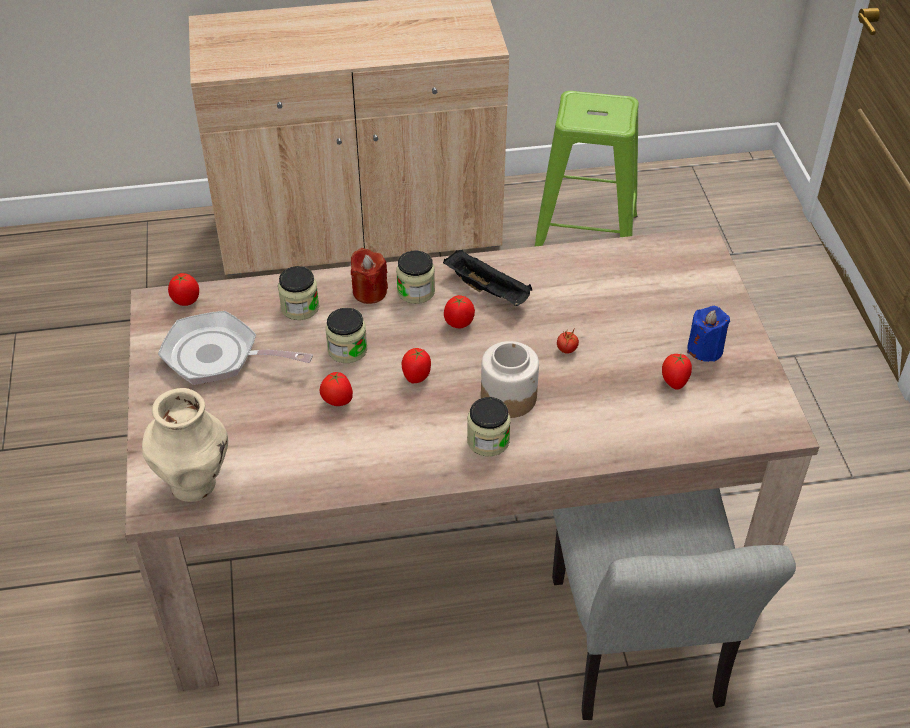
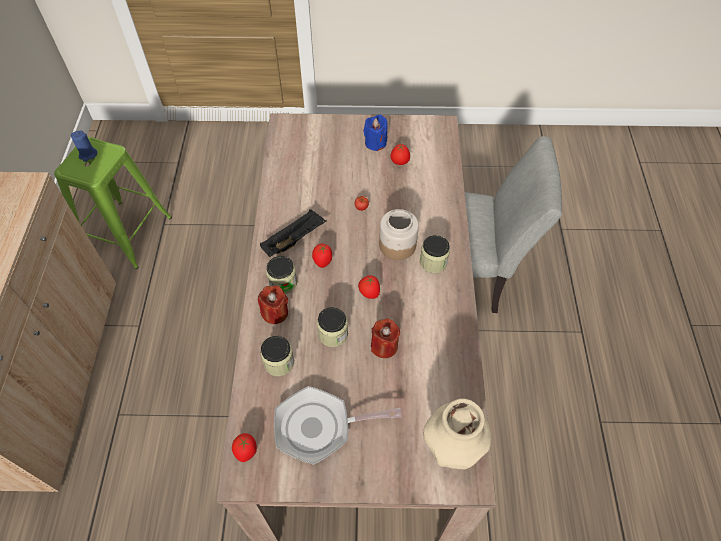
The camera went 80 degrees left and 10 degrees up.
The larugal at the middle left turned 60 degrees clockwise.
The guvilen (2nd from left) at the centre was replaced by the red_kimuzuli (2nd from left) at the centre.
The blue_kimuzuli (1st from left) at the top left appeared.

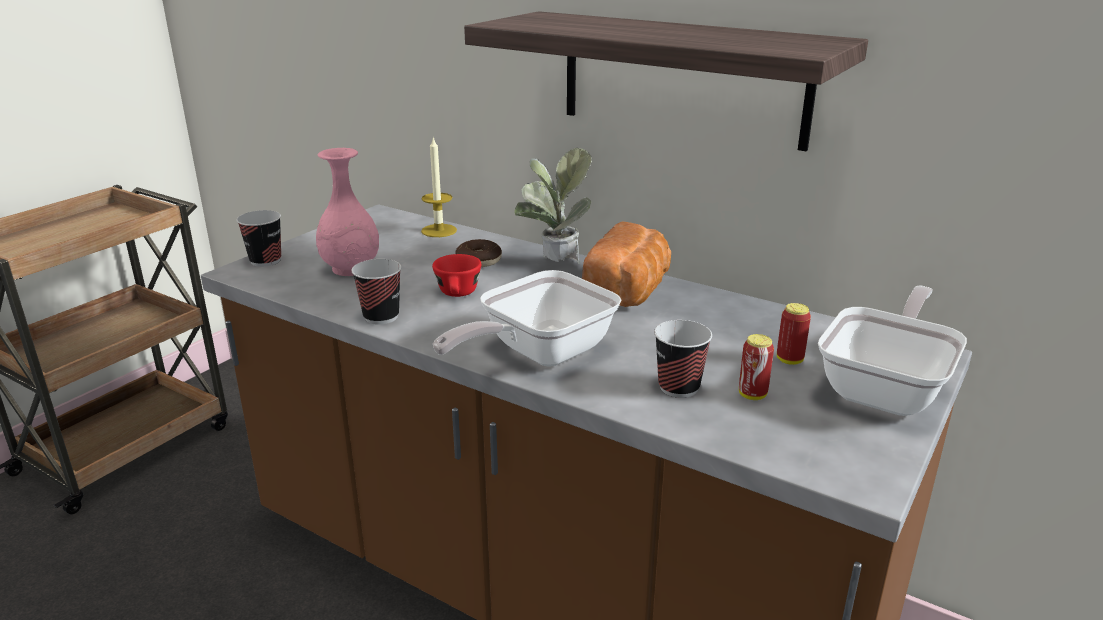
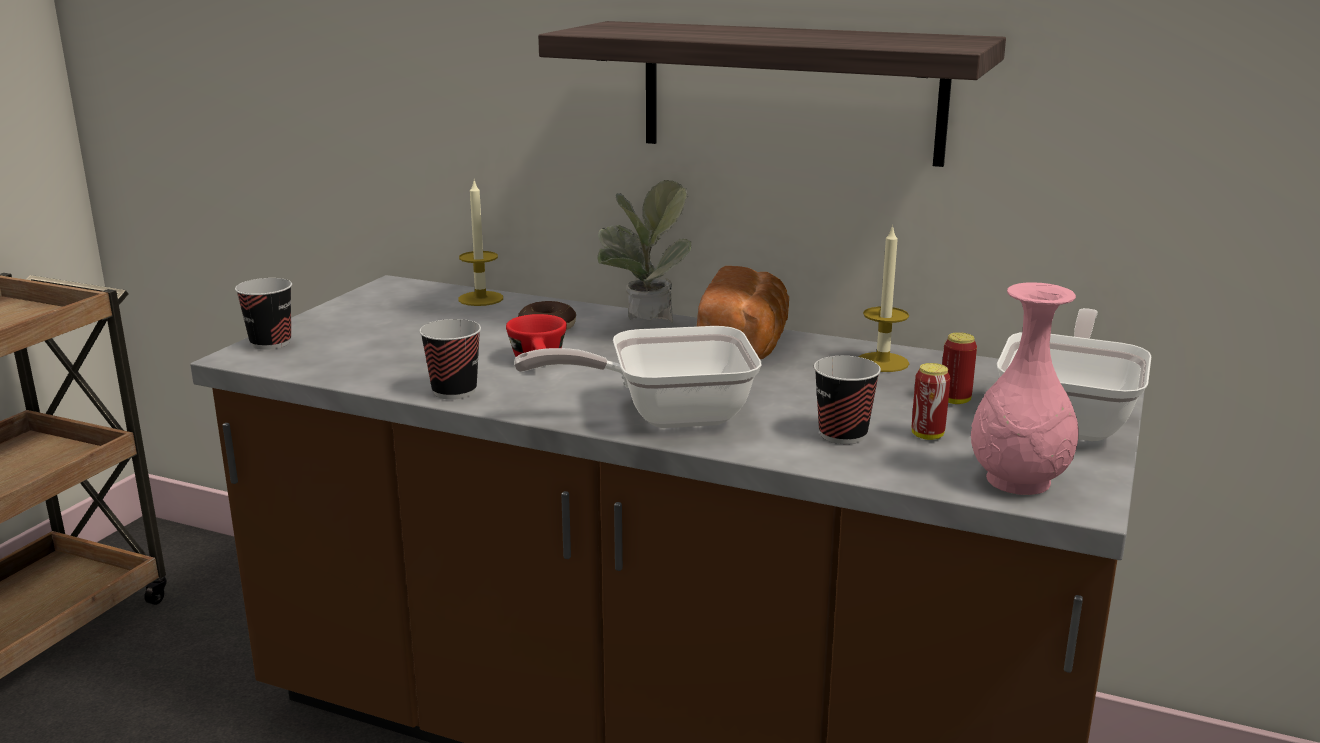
The camera went 10 degrees left and 5 degrees down.
The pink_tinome moved from the middle left to the middle right.
The larugal (1st from left) at the centre turned 45 degrees clockwise.
The kimuzuli (2nd from left) at the middle right appeared.

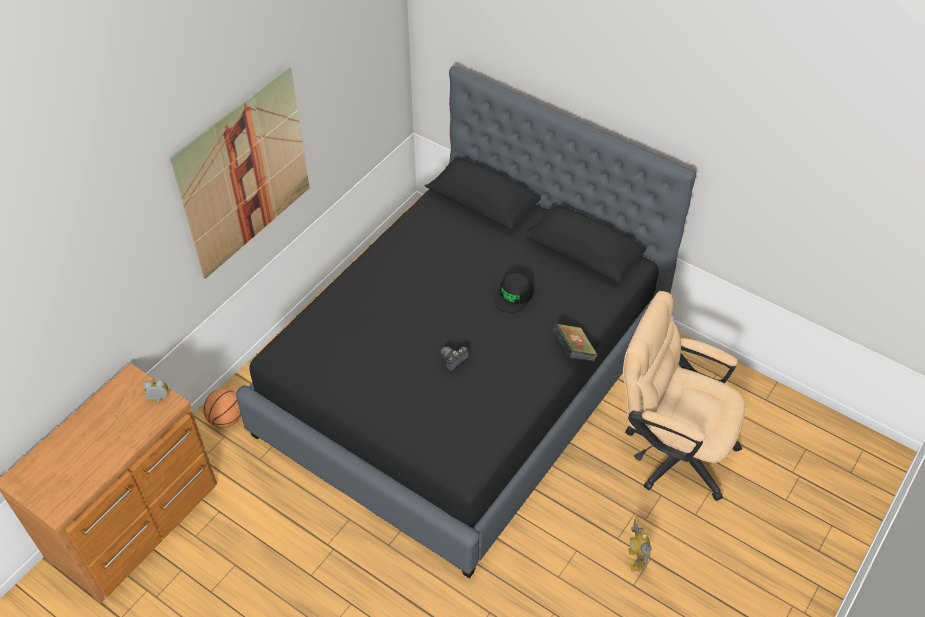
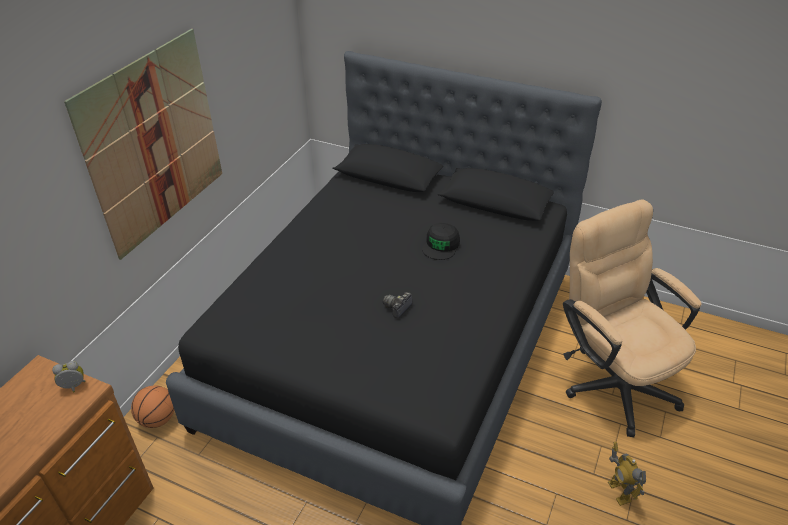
The camera went 10 degrees left and 10 degrees down.
The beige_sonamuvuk at the middle right turned 45 degrees clockwise.
The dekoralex at the centre disappeared.

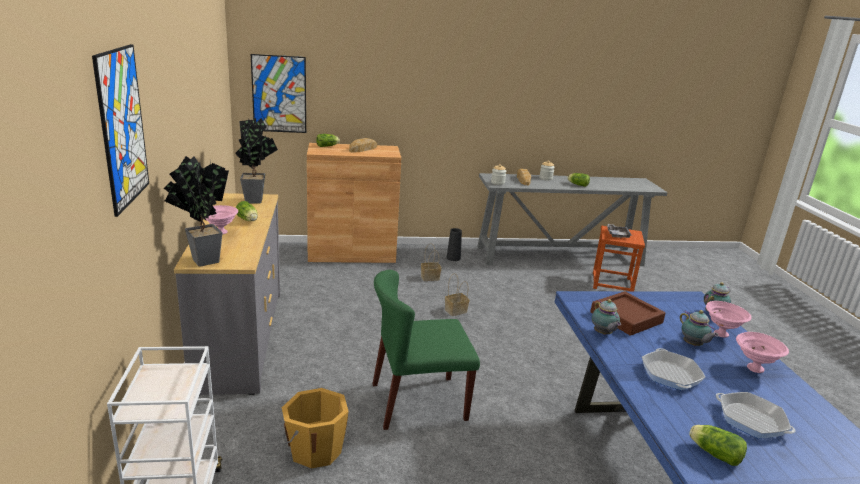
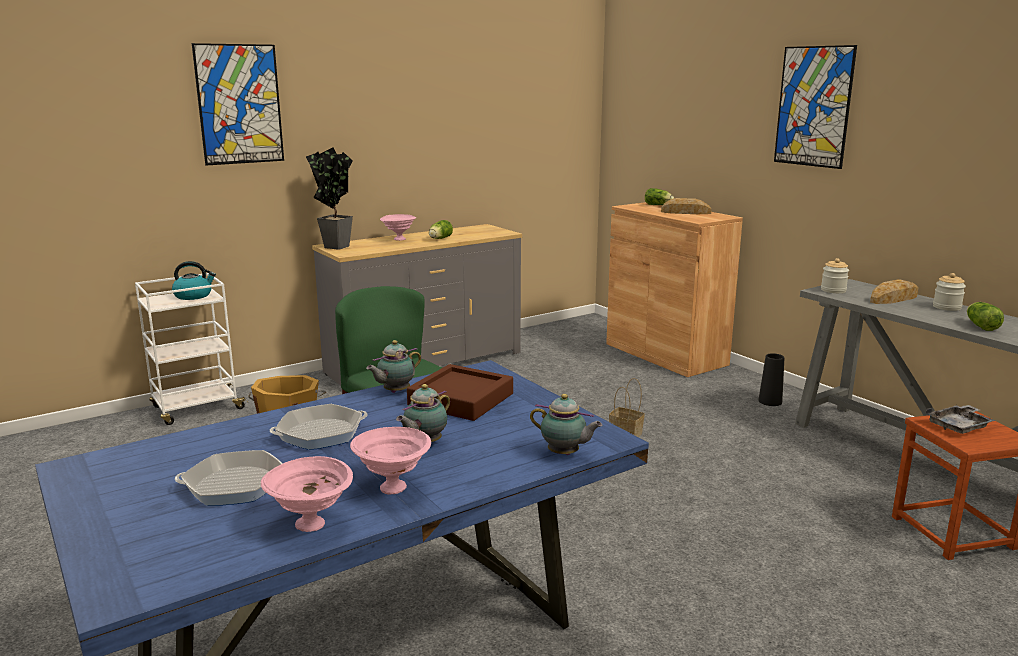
The camera went 65 degrees right and 5 degrees down.
The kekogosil (2nd from left) moved from the top left to the top right.
The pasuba (2nd from left) at the top left disappeared.
The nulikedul (1st from left) at the centre disappeared.
The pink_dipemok (2nd from left in the first image) moved from the middle right to the bottom left.
The larugal (2nd from left in the first image) at the bottom right turned 60 degrees clockwise.
The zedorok (4th from left) at the bottom right disappeared.
The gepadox at the middle left appeared.

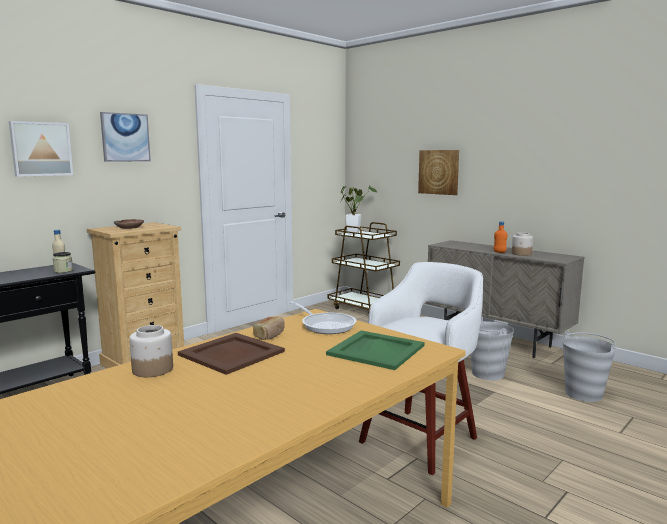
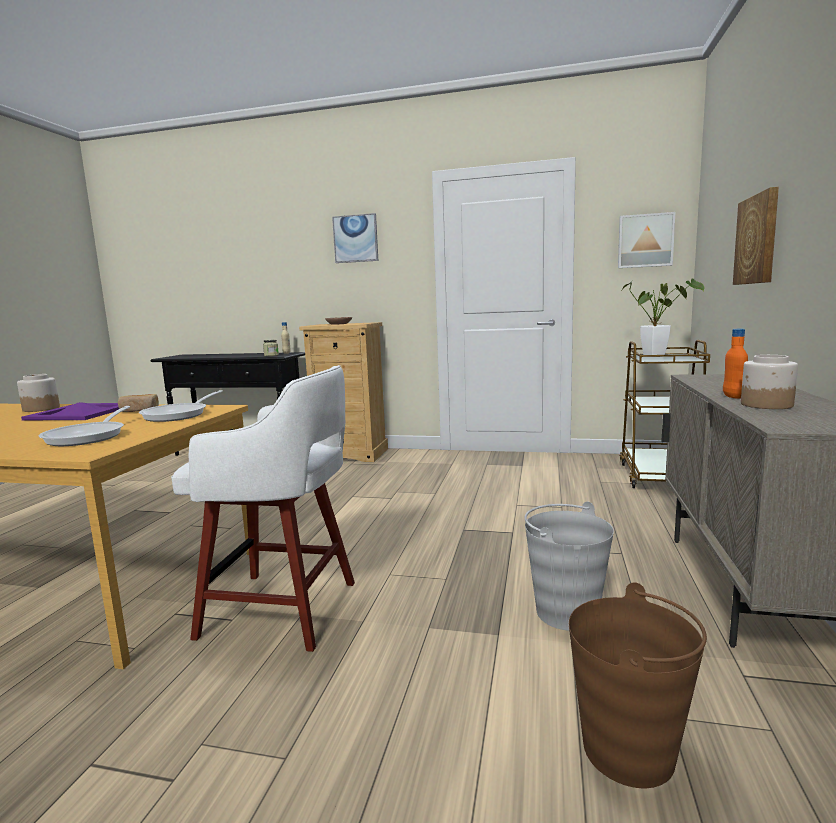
The camera went 60 degrees right and 0 degrees up.
The kekogosil (1st from left in the first image) moved from the top left to the top right.
The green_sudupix at the bottom centre was replaced by the larugal (1st from left) at the middle left.
The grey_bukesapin (2nd from left) at the bottom right became the brown_bukesapin at the bottom right.
The brown_sudupix at the bottom centre became the purple_sudupix at the middle left.

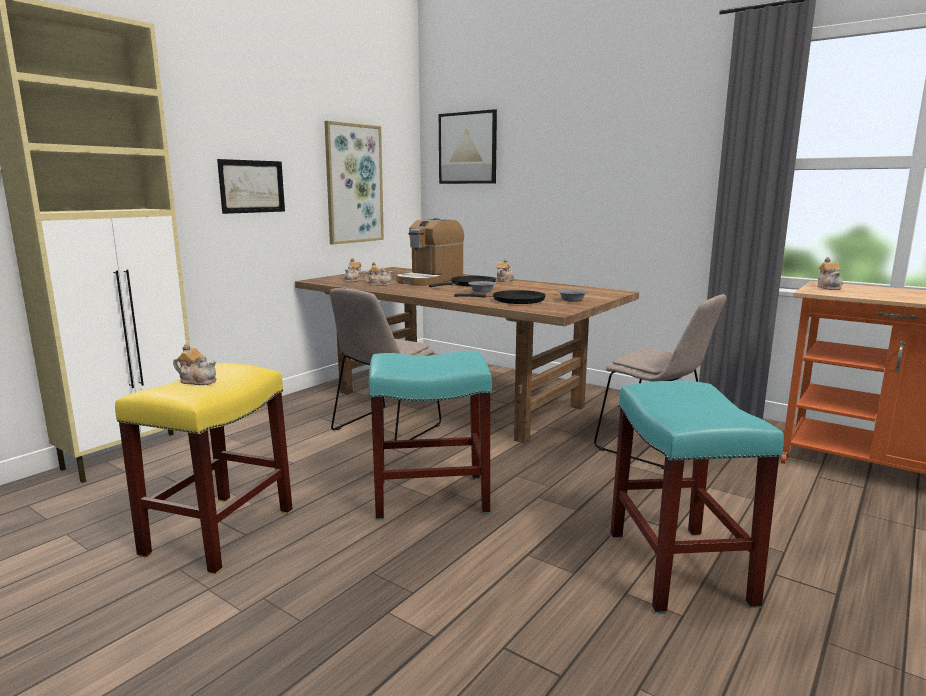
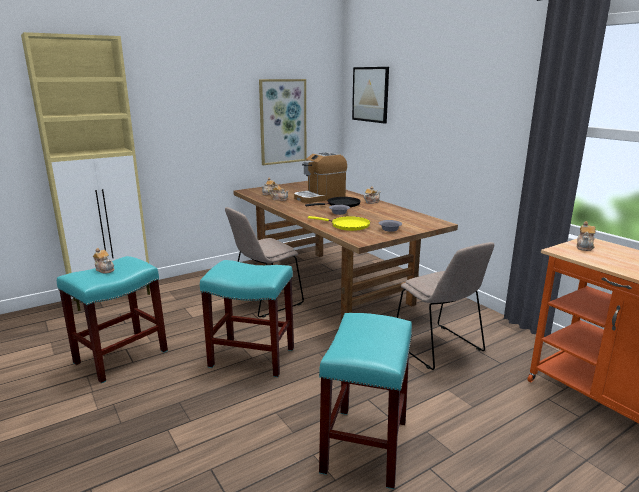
The camera went 20 degrees right and 5 degrees up.
The kekogosil (1st from left) at the top left disappeared.
The black_larugal (2nd from left) at the centre became the yellow_larugal at the centre.
The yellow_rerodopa at the bottom left became the turquoise_rerodopa (1st from left) at the middle left.

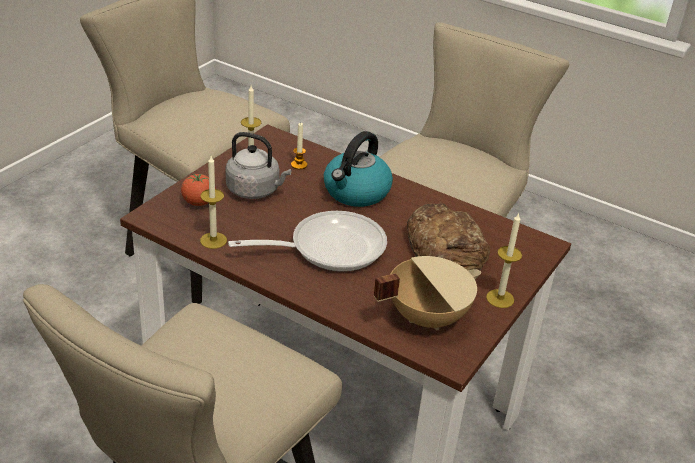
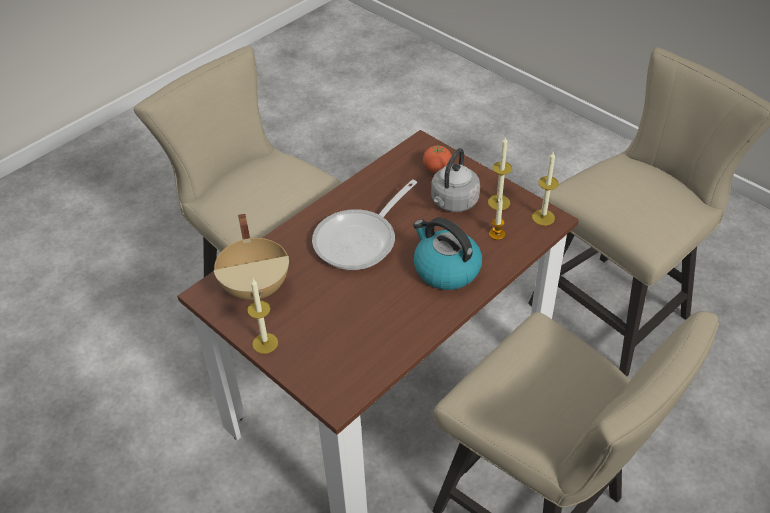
The camera went 105 degrees right and 10 degrees up.
The kimuzuli (1st from left in the first image) moved from the middle left to the middle right.
The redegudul at the centre disappeared.
The larugal at the centre turned 45 degrees clockwise.

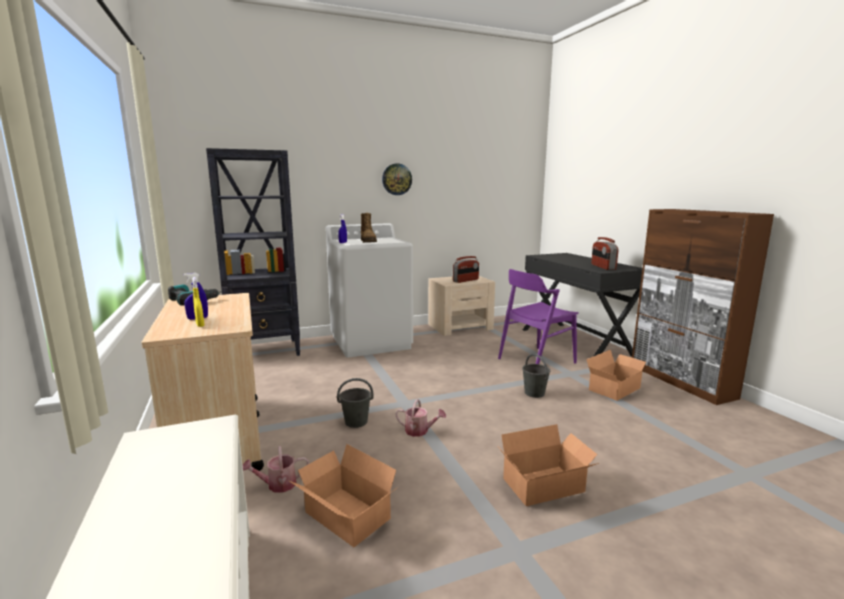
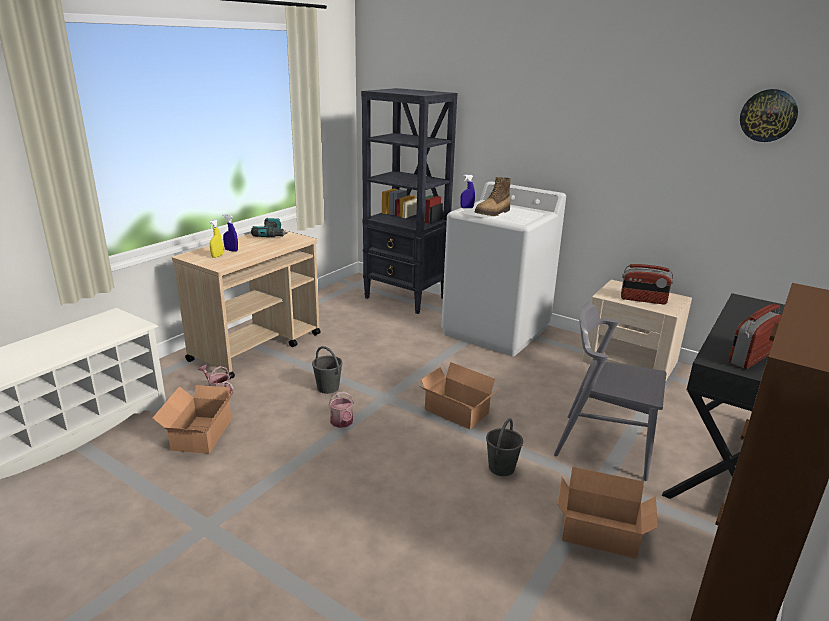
The camera went 55 degrees right and 10 degrees up.
The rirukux moved from the top centre to the top right.
The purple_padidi at the centre became the grey_padidi at the middle right.
The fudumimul (2nd from left) moved from the bottom centre to the centre.

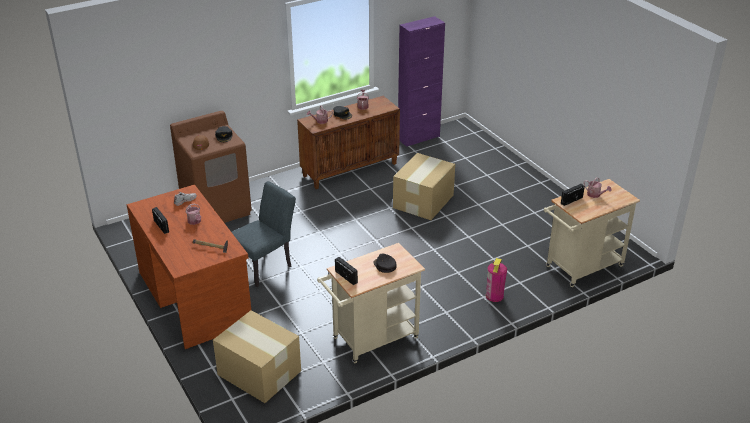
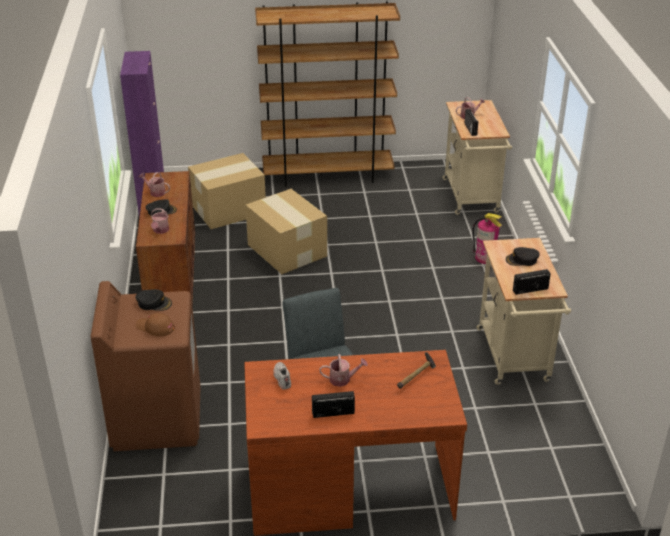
The camera went 65 degrees left and 0 degrees up.
The fudumimul (1st from left) moved from the bottom centre to the centre.
The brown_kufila at the top centre appeared.

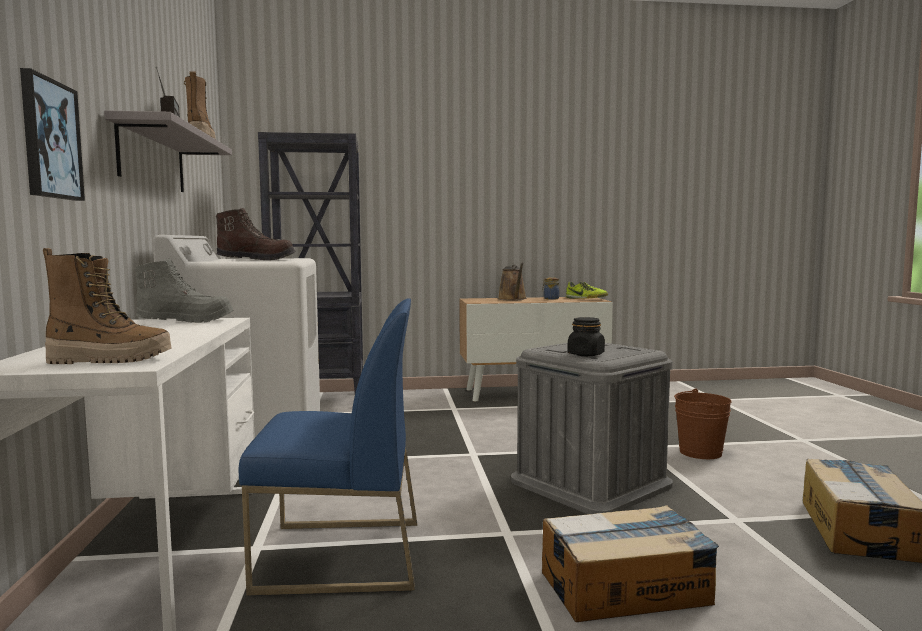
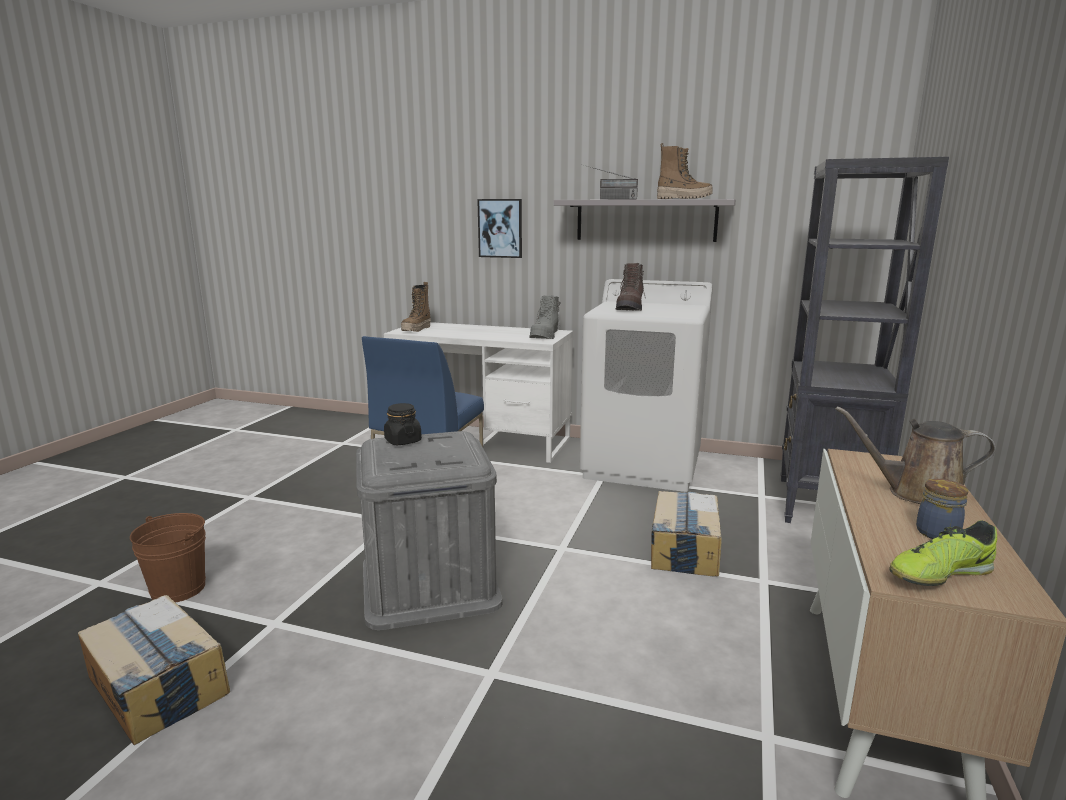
The camera went 115 degrees right and 10 degrees up.
The brown_bukesapin moved from the bottom right to the bottom left.
The fudumimul (1st from left in the first image) moved from the bottom right to the bottom centre.

